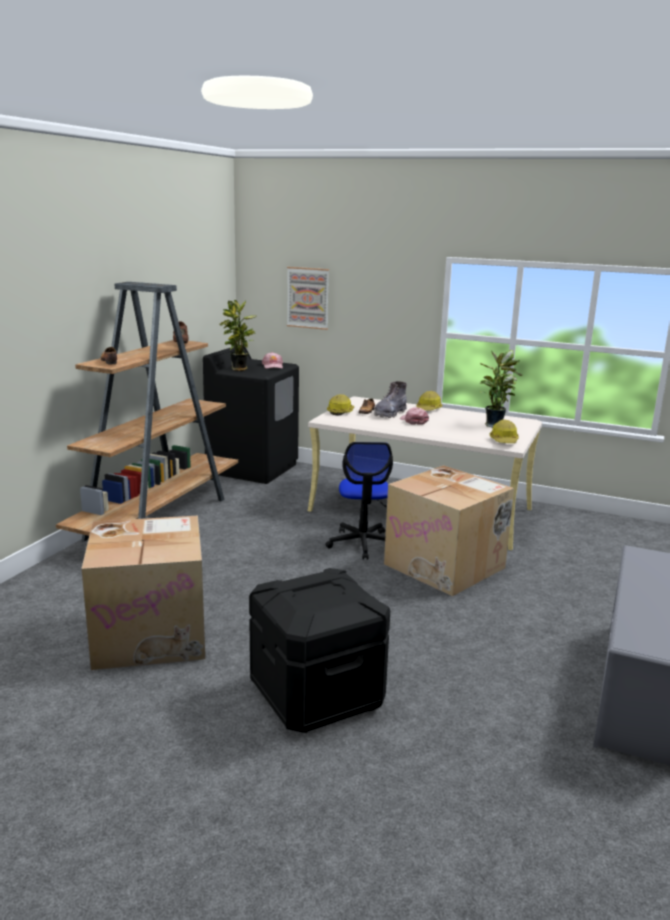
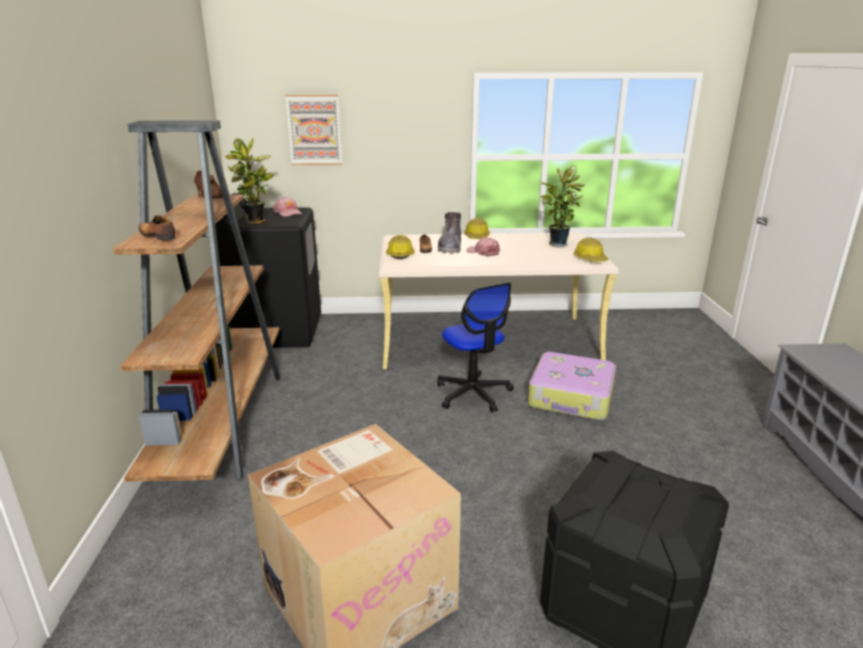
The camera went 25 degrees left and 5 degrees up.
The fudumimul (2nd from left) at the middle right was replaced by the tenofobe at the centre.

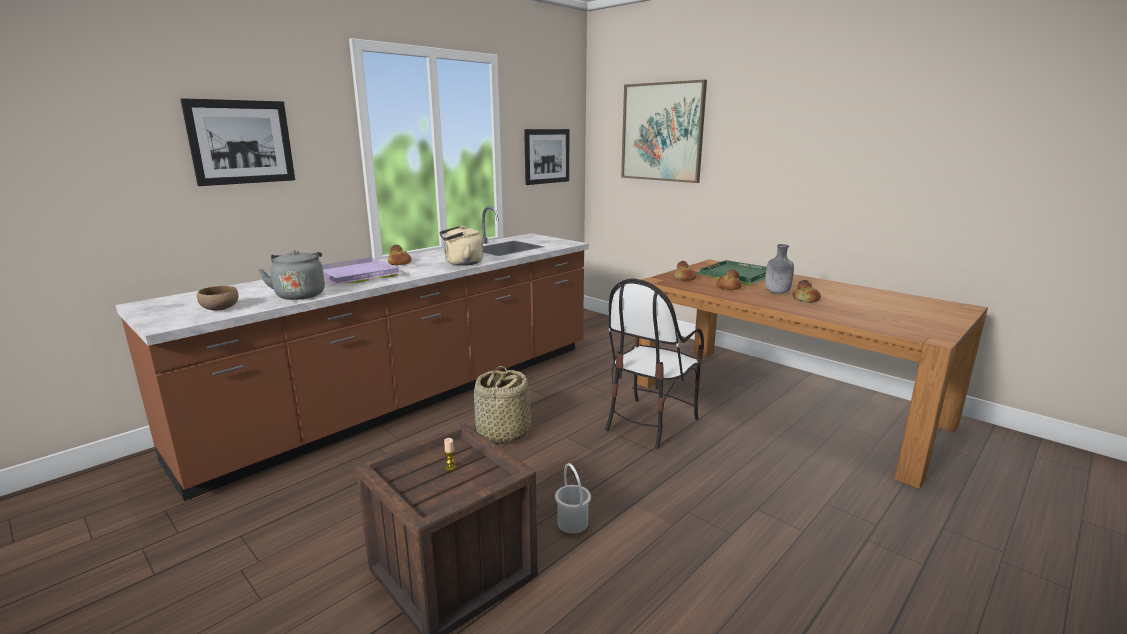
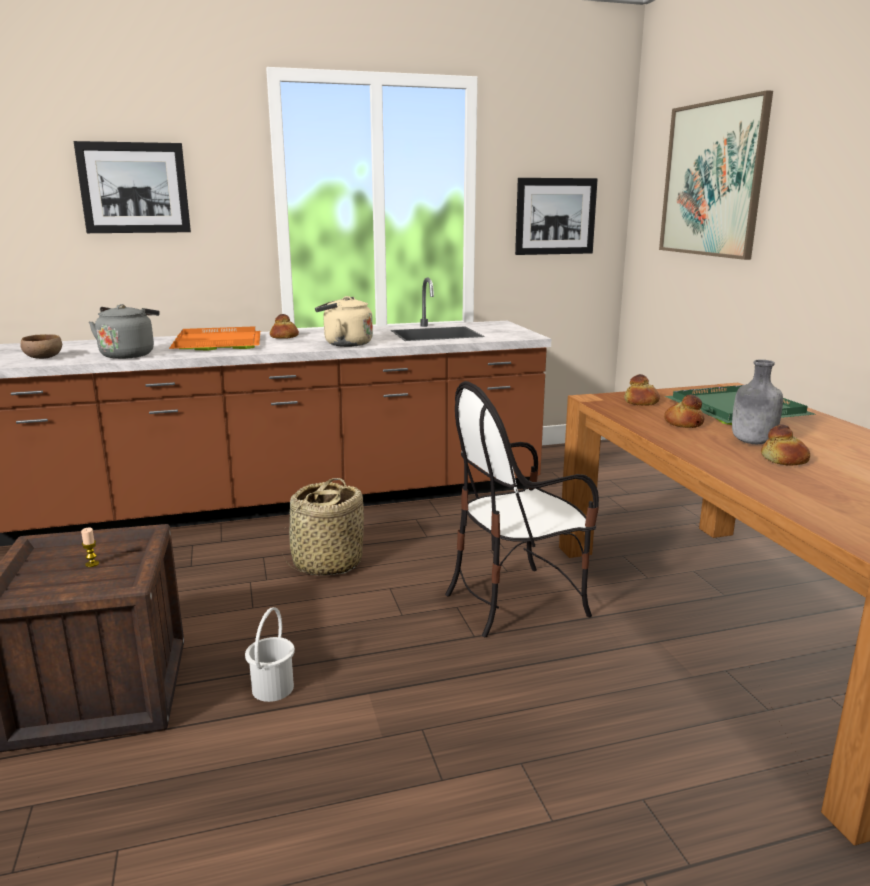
The camera went 30 degrees right and 0 degrees up.
The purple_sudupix at the middle left became the orange_sudupix at the middle left.

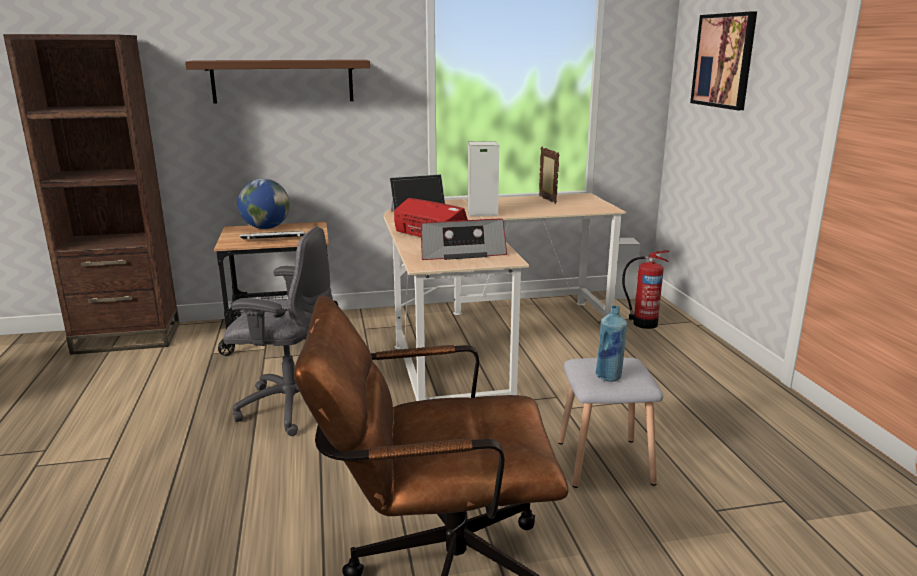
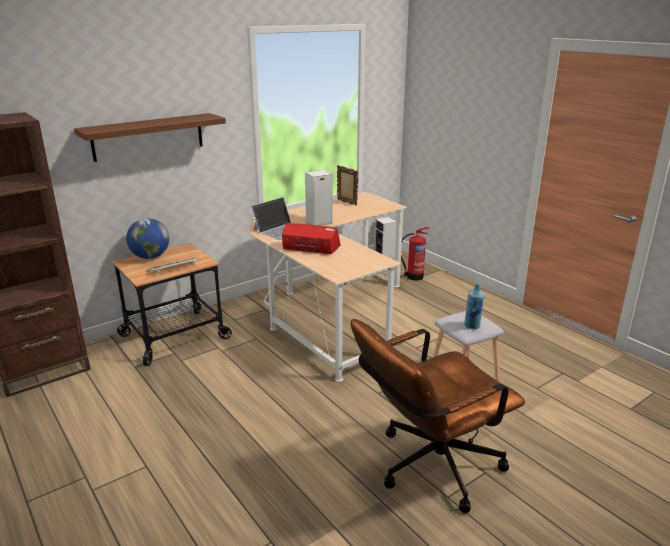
The camera went 25 degrees left and 5 degrees up.
The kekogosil at the top right disappeared.
The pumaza (2nd from left) at the centre disappeared.
The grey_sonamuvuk at the middle left disappeared.

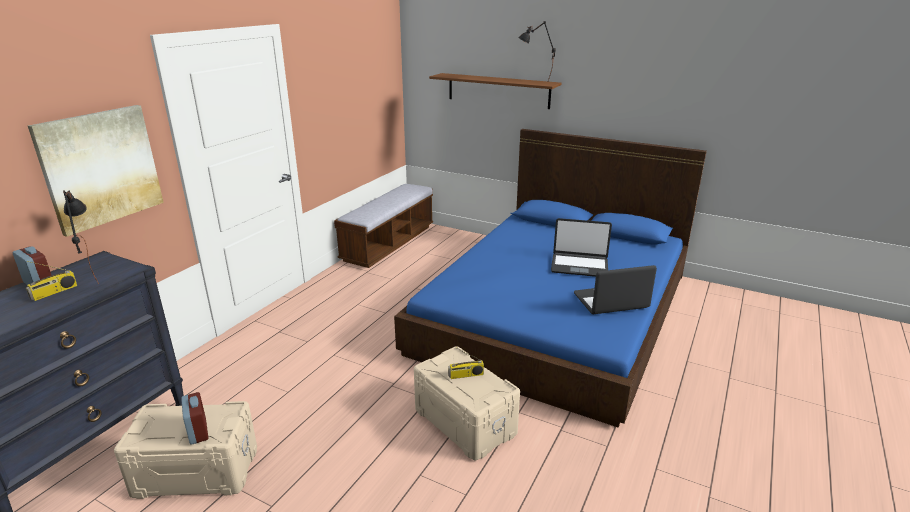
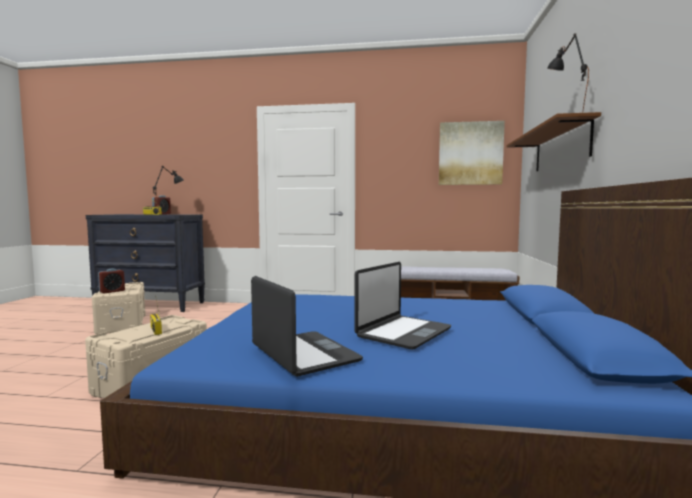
The camera went 70 degrees right and 20 degrees down.
The kekogosil moved from the middle left to the top right.
The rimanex (1st from left in the first image) at the centre turned 135 degrees counterclockwise.

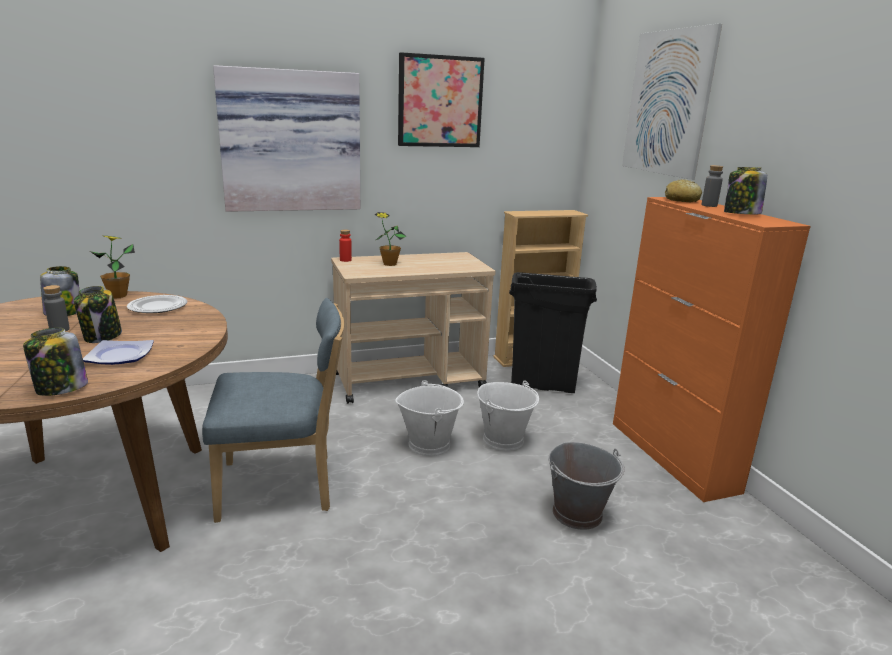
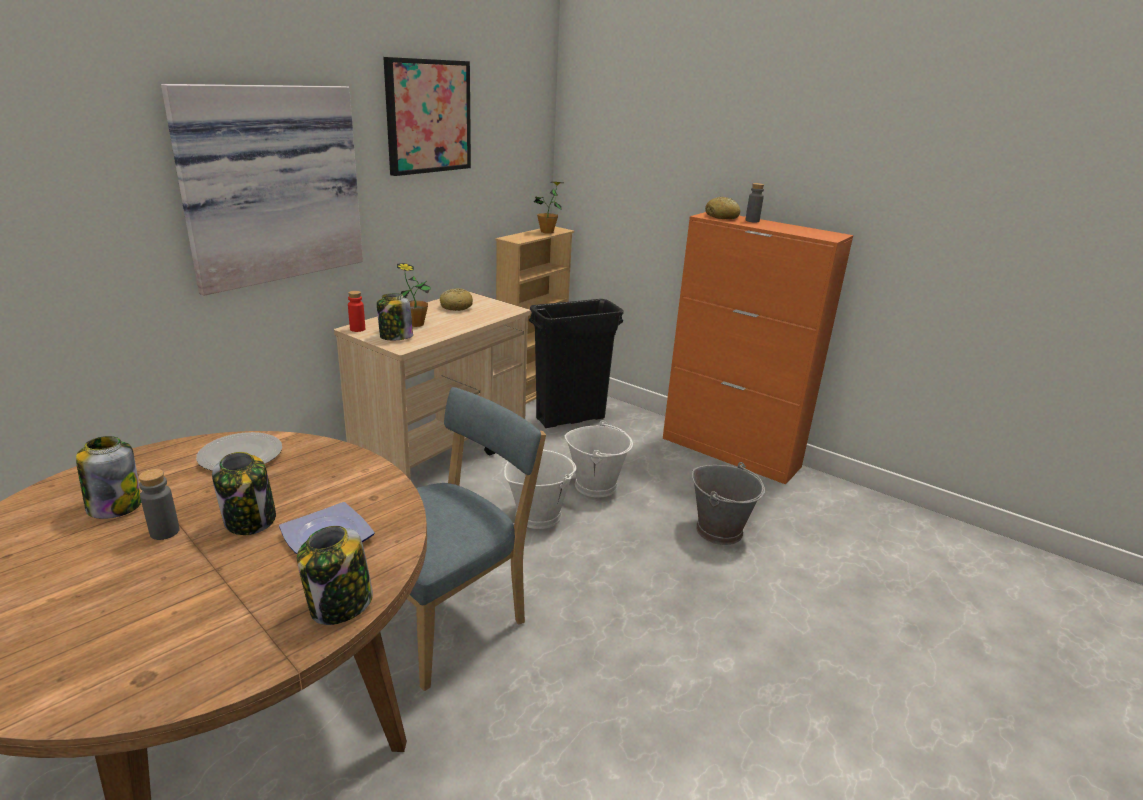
The camera went 35 degrees left and 5 degrees up.
The kekogosil (3rd from left) at the top right disappeared.
The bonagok (4th from left) moved from the top right to the centre.
The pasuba (1st from left in the first image) moved from the middle left to the top centre.
The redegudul (1st from left) at the centre appeared.

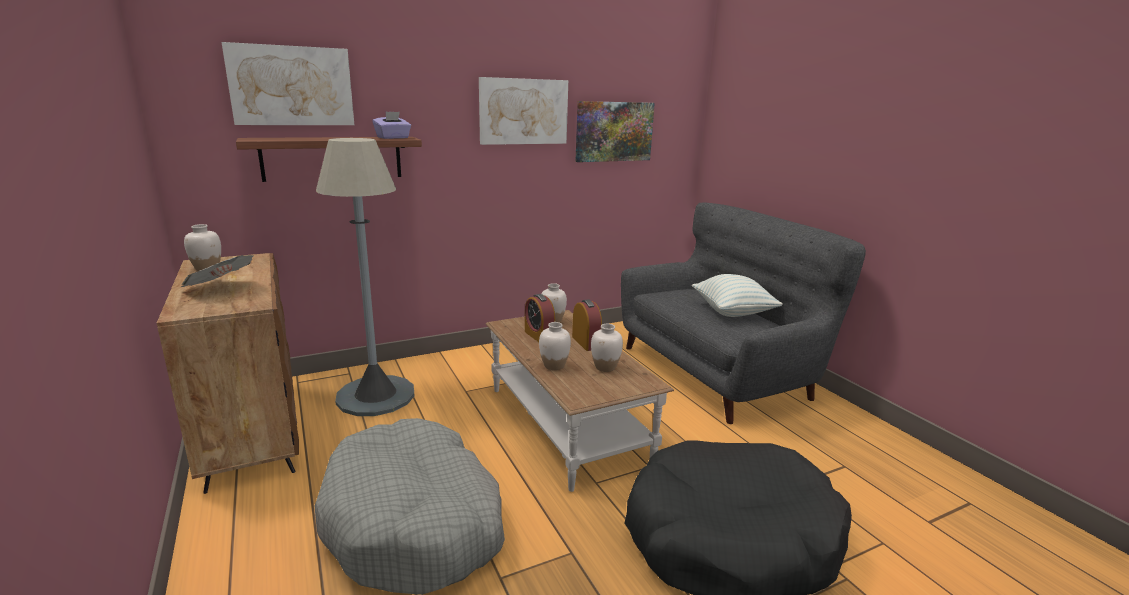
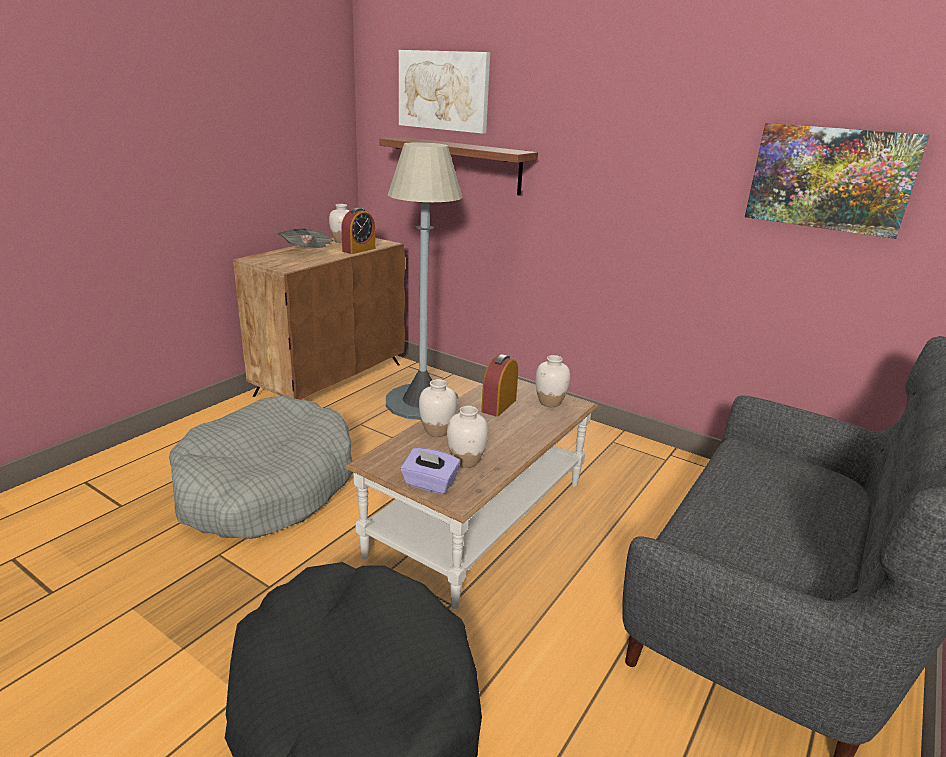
The camera went 60 degrees right and 5 degrees up.
The kekogosil (2nd from left) at the top centre disappeared.
The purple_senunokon moved from the top centre to the centre.
The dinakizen at the centre disappeared.
The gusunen (2nd from left in the first image) moved from the centre to the top centre.

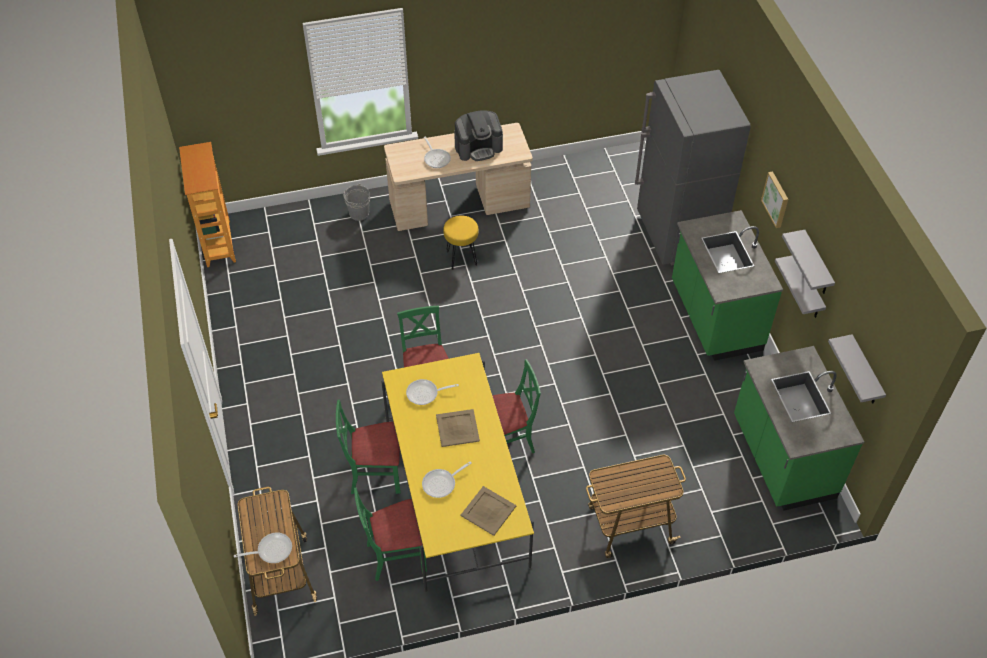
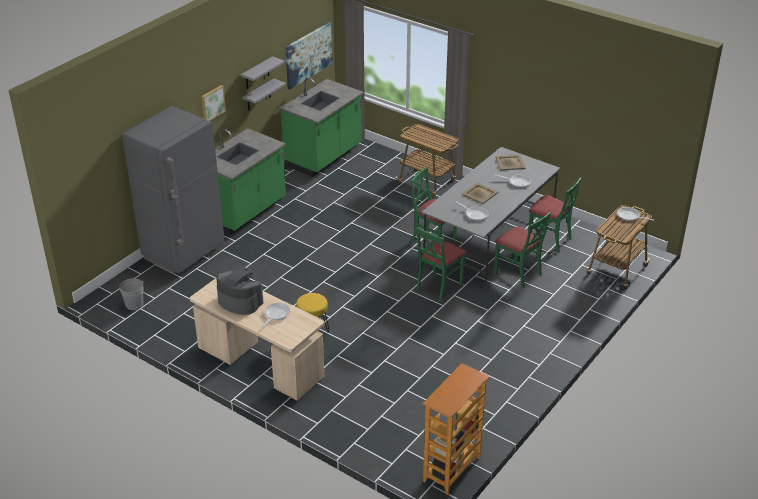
The camera went 130 degrees left and 15 degrees down.
The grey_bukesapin moved from the top centre to the middle left.
The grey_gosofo (3rd from left) at the middle right was replaced by the kekogosil (2nd from left) at the top centre.
The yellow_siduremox at the bottom centre became the grey_siduremox at the centre.

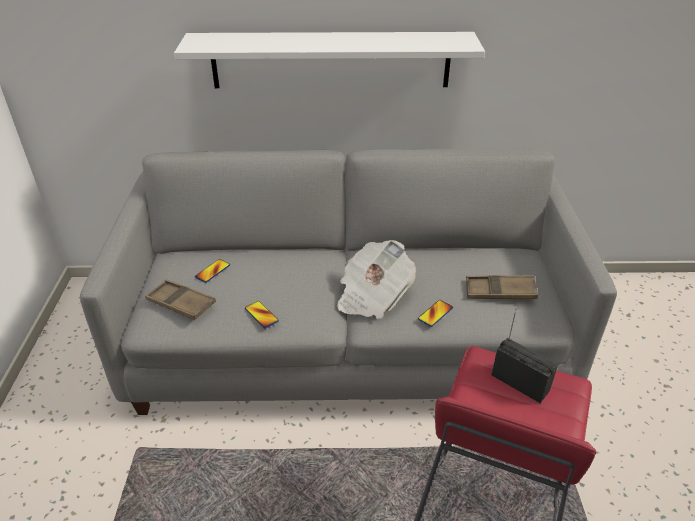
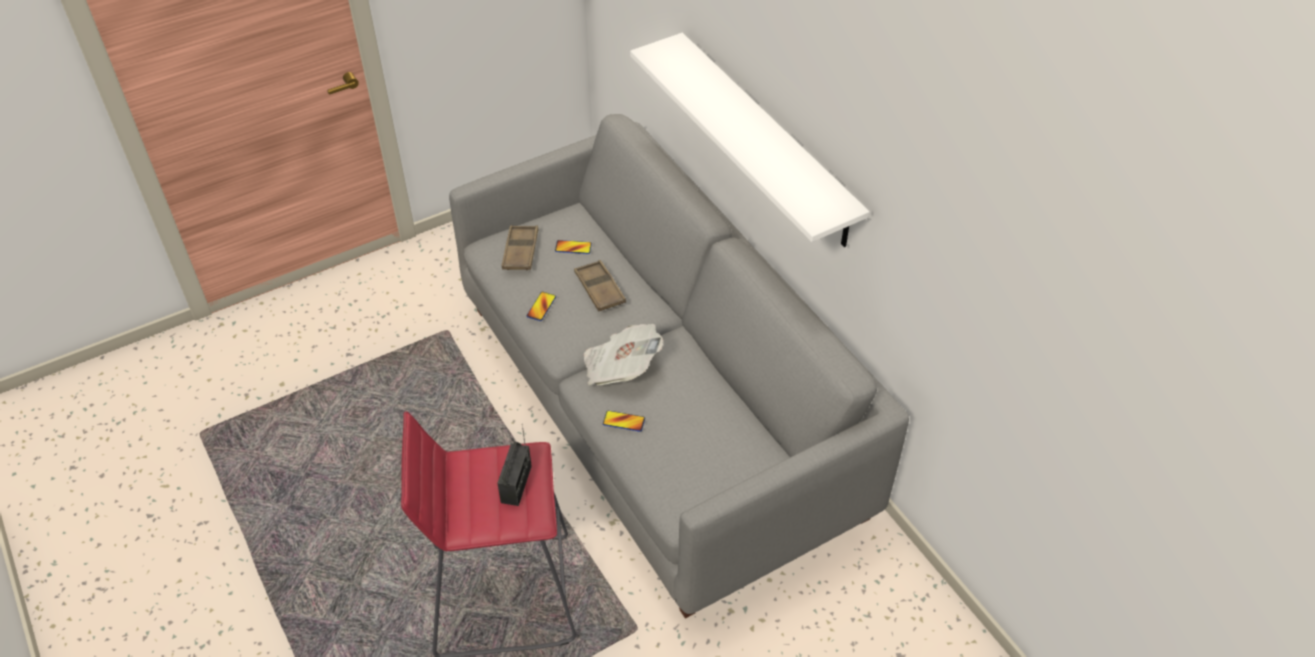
The camera went 60 degrees right and 10 degrees up.
The brown_sudupix (2nd from left) moved from the middle right to the centre.

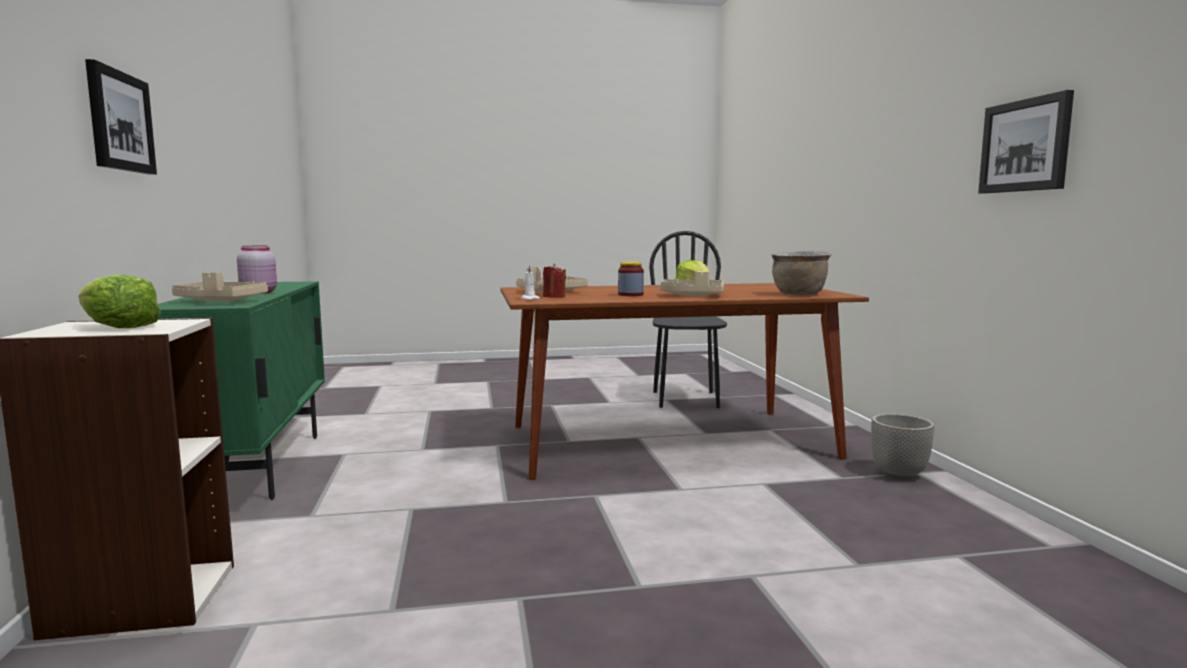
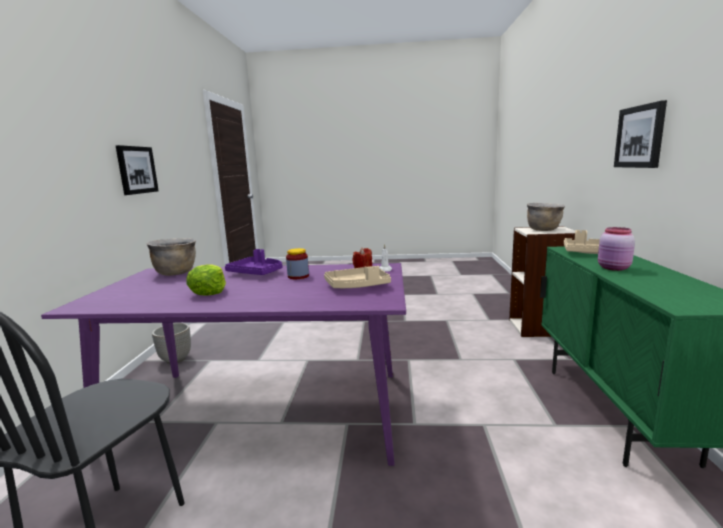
The camera went 165 degrees left and 5 degrees up.
The beige_sudupix (3rd from left) at the centre became the purple_sudupix at the centre.
The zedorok (1st from left) at the middle left was replaced by the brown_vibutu (2nd from left) at the middle right.
The brown_siduremox at the centre became the purple_siduremox at the bottom left.

